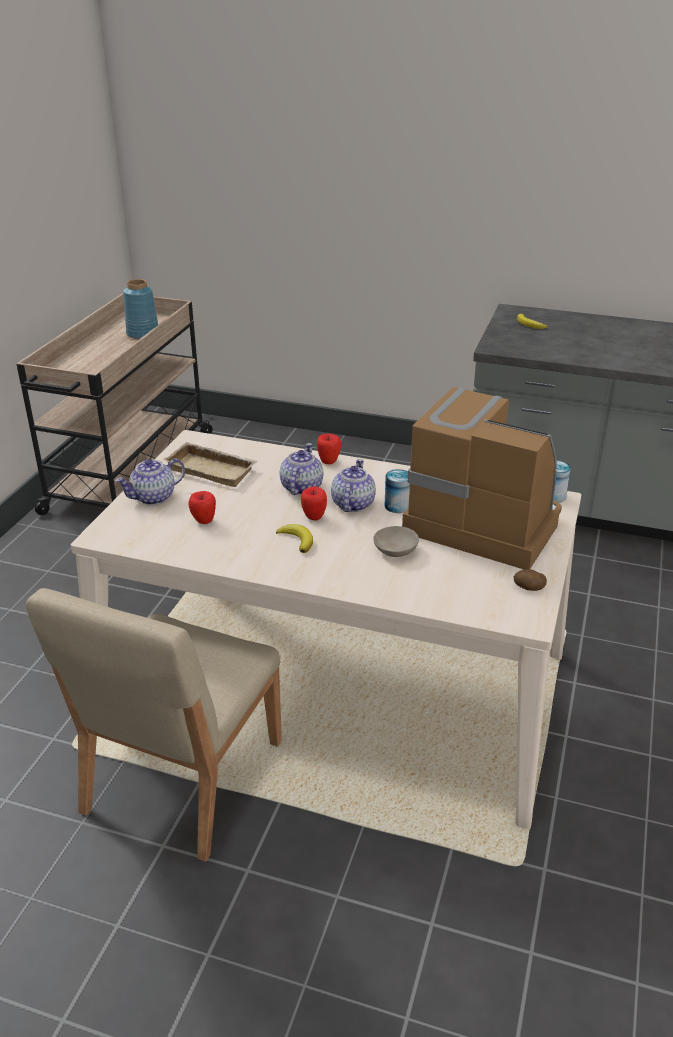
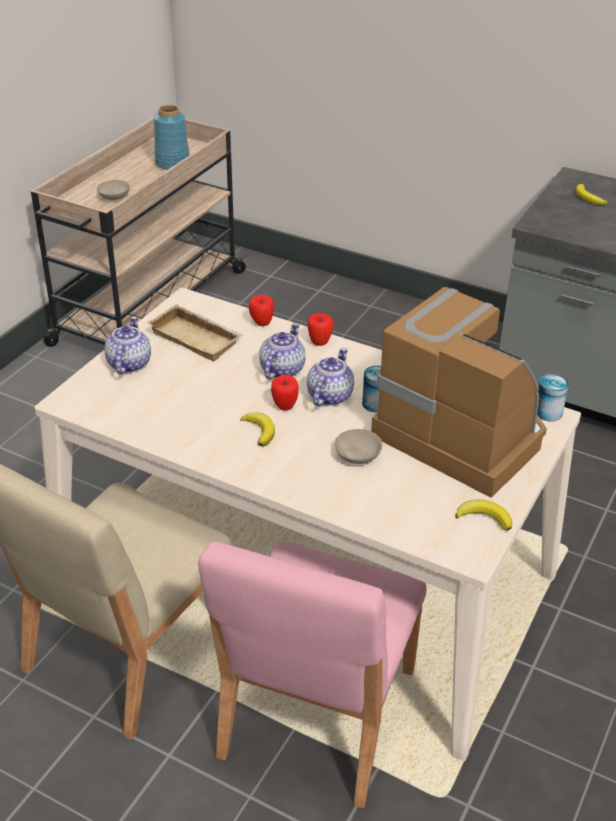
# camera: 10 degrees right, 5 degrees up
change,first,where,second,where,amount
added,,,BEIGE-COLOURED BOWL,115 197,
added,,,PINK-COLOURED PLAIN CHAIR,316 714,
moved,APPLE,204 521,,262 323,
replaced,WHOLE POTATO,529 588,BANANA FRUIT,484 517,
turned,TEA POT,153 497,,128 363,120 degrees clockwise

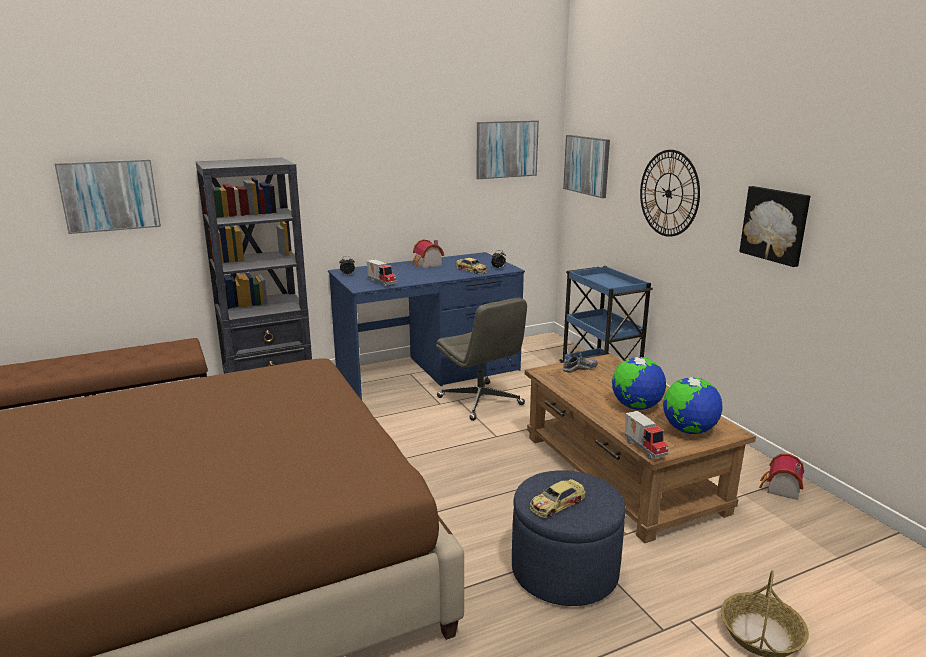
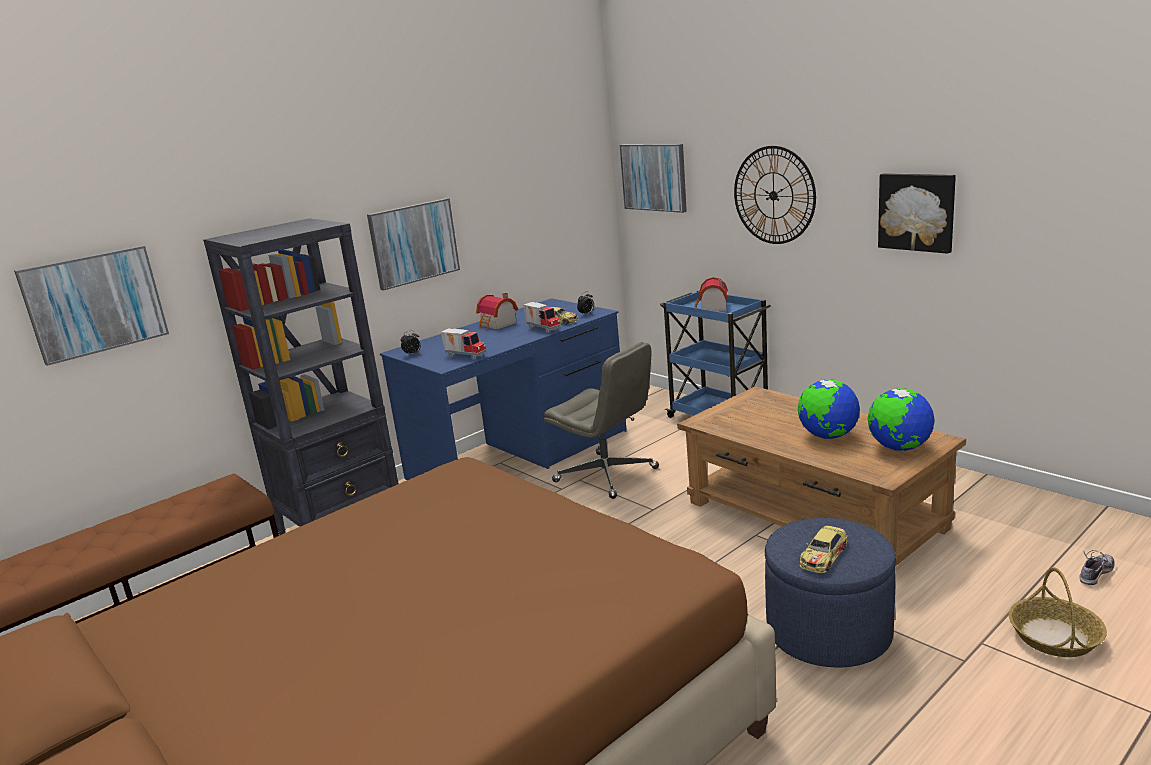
# camera: 15 degrees left, 0 degrees up
change,first,where,second,where,amount
moved,PICTURE,506 149,,413 243,
moved,SHOE,579 369,,1095 573,
moved,MODEL TRUCK,645 448,,544 328,
moved,MODEL HOUSE,780 489,,711 308,

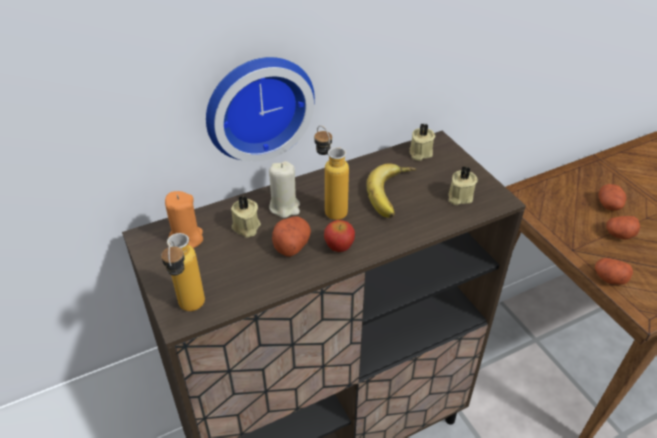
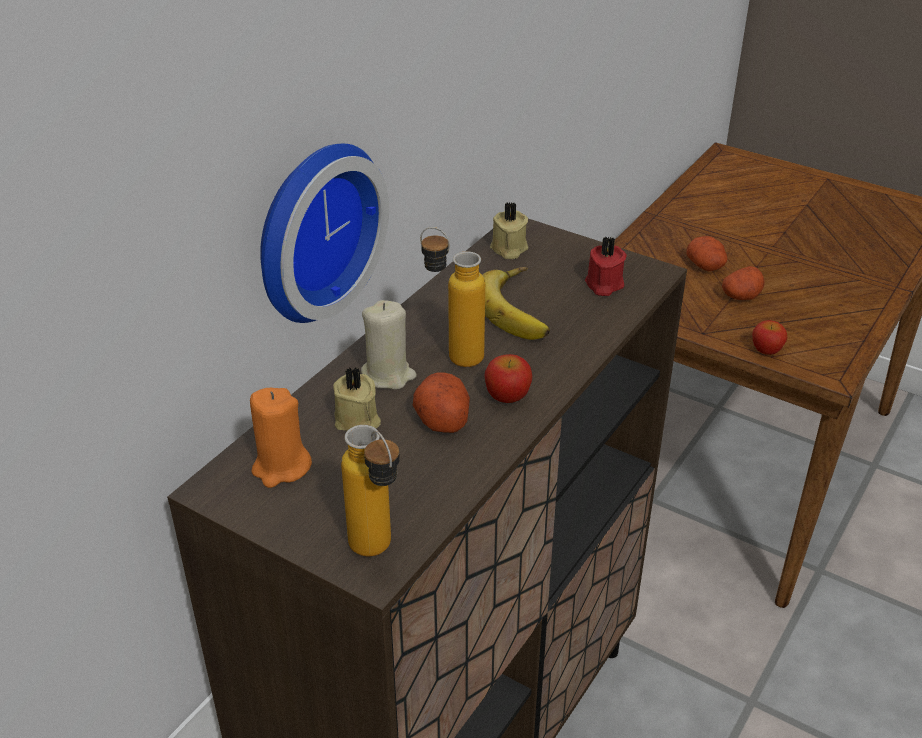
# camera: 30 degrees left, 5 degrees down
change,first,where,second,where,amount
replaced,WHOLE POTATO,609 278,APPLE,766 350,
recoloured,BEIGE-COLOURED CANDLE,459 197,RED CANDLE,603 285,

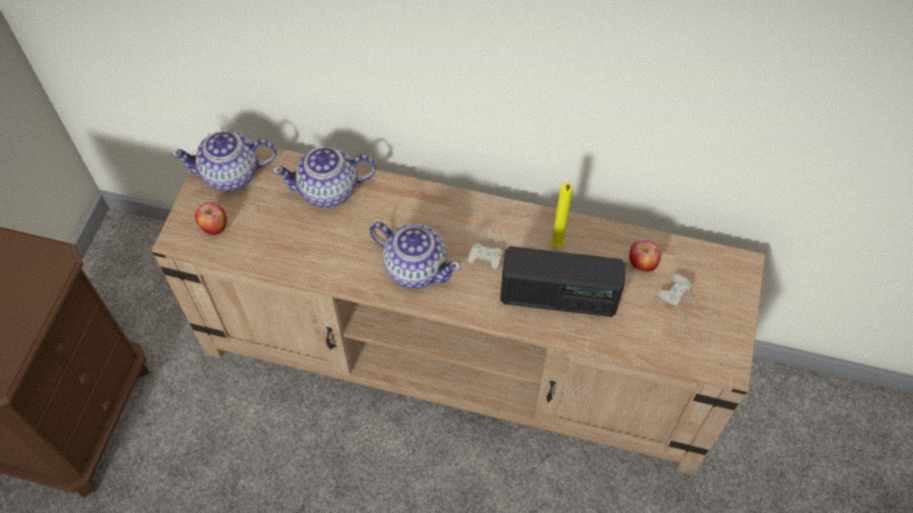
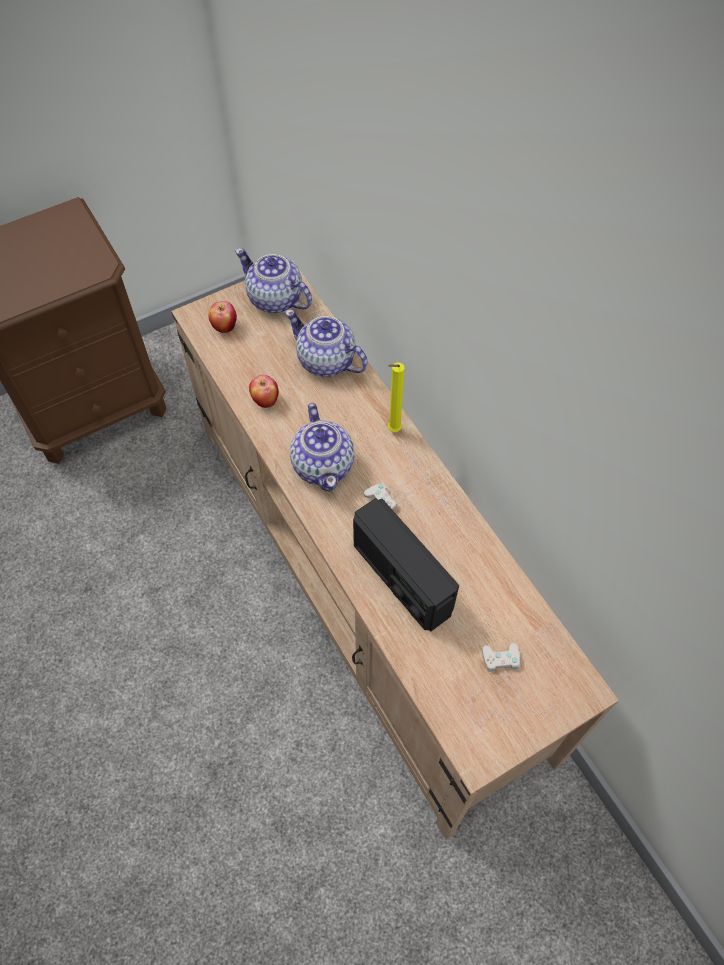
# camera: 45 degrees right, 0 degrees up
change,first,where,second,where,amount
moved,YELLOW-COLOURED CANDLE,556 247,,392 430,
moved,APPLE,641 265,,265 401,

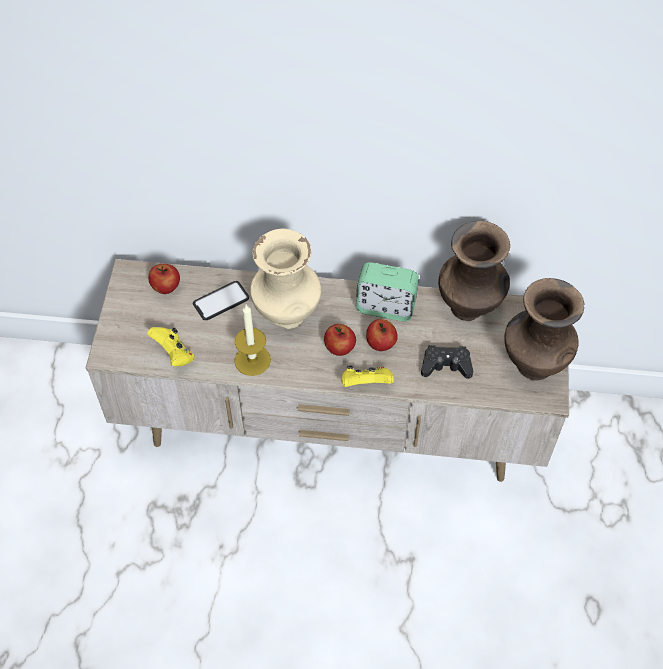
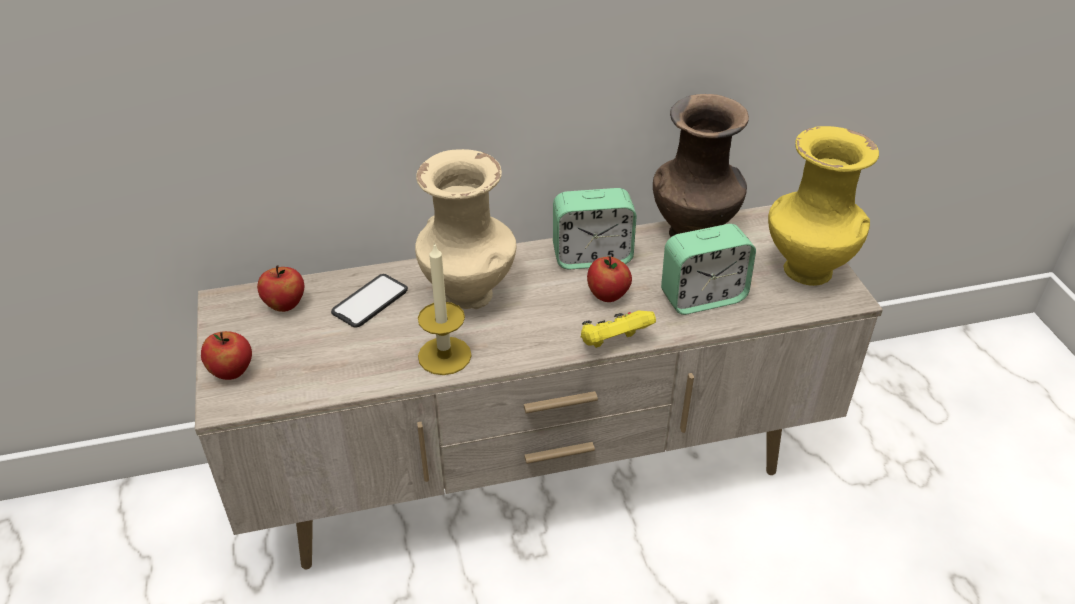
# camera: 20 degrees left, 15 degrees down
change,first,where,second,where,amount
removed,YELLOW-COLOURED GAMEPAD,174 354,,,
moved,APPLE,340 348,,232 371,
replaced,BLACKISH GAMEPAD,446 365,BEDSIDE CLOCK,703 297,
recoloured,BROWNISH VASE,532 364,YELLOW-COLOURED VASE,805 270,

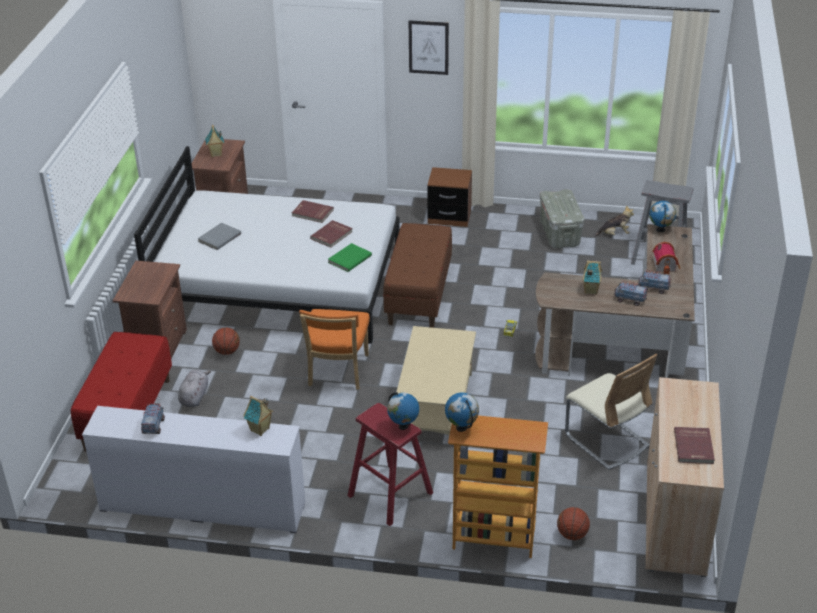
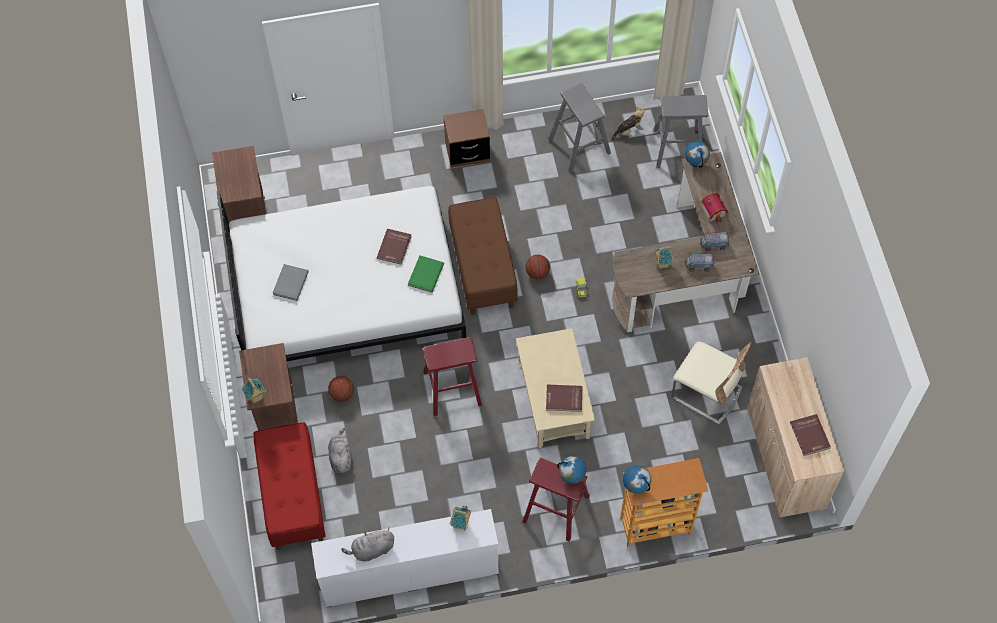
# camera: 20 degrees left, 25 degrees up
change,first,where,second,where,amount
removed,PICTURE,428 47,,,
moved,MODEL HOUSE,216 154,,256 397,
moved,RED BOUND BOOK,312 213,,564 399,
moved,BALL FOR BASKETBALL,572 534,,537 273,
replaced,MODEL TRUCK,153 426,GREY SOFT TOY,371 550,
replaced,ORANGEY PLAIN CHAIR,337 373,RED SITTING STOOL,452 388,
replaced,GREY STORAGE CONTAINER,560 234,GREY SITTING STOOL,579 146,

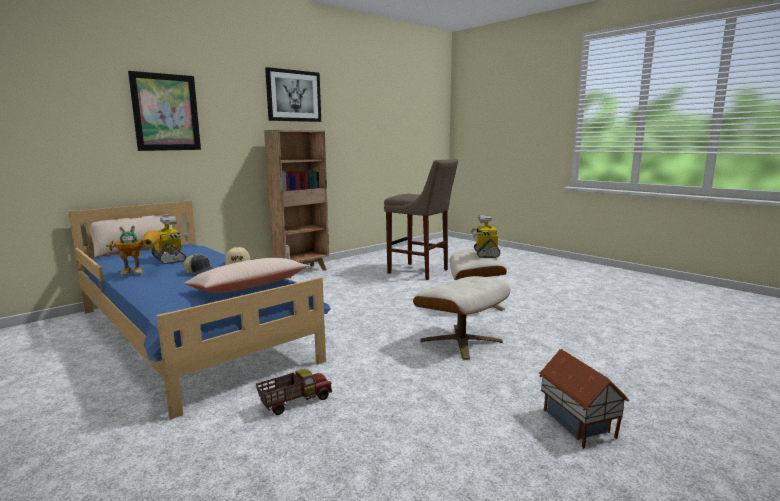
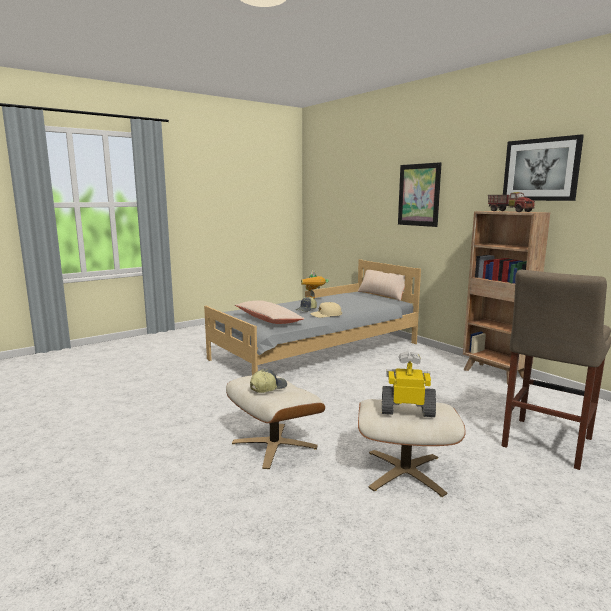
# camera: 95 degrees right, 0 degrees up
change,first,where,second,where,amount
removed,ROBOT FIGURE,170 259,,,
removed,MODEL HOUSE,576 424,,,
added,,,BASEBALL CAP,268 387,
moved,MODEL TRUCK,295 402,,509 211,
recoloured,BLUISH SLEEPING BED,192 334,GREY SLEEPING BED,316 351,

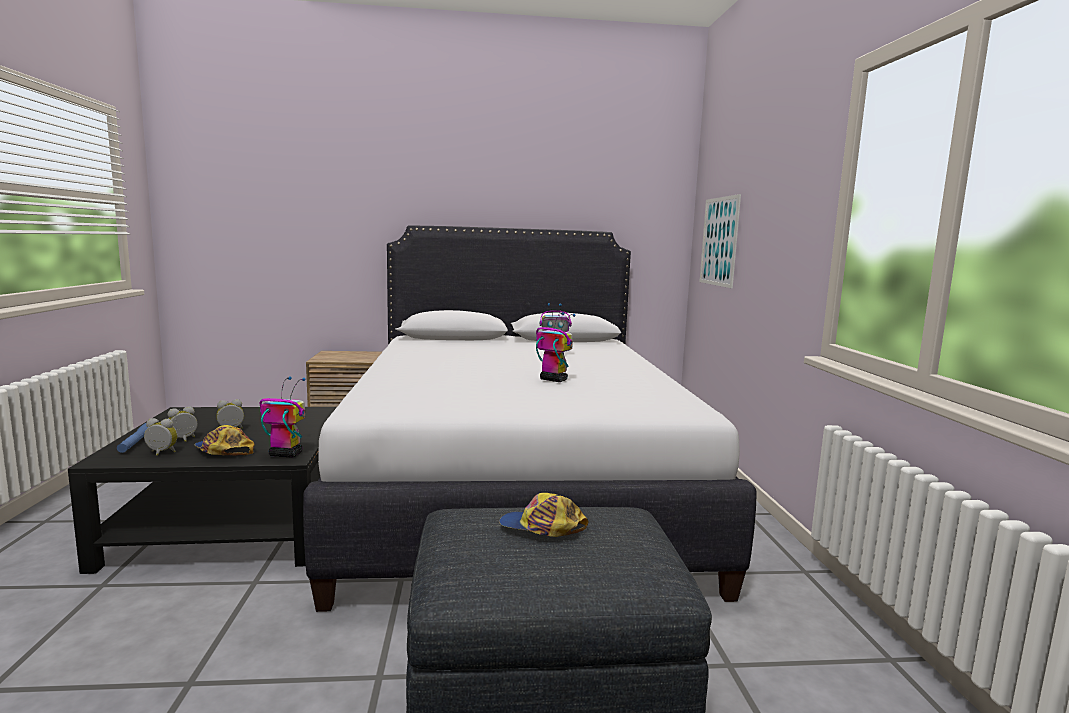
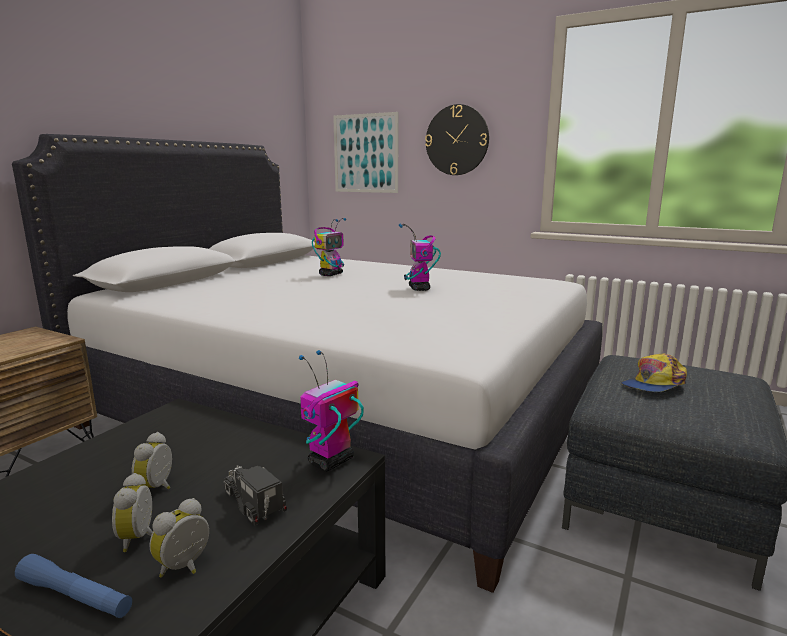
# camera: 55 degrees left, 5 degrees up
change,first,where,second,where,amount
added,,,WALL CLOCK,457 140,
replaced,BASEBALL CAP,224 451,MODEL TRUCK,255 505,
turned,ROBOT FIGURE,553 380,,419 288,75 degrees counterclockwise

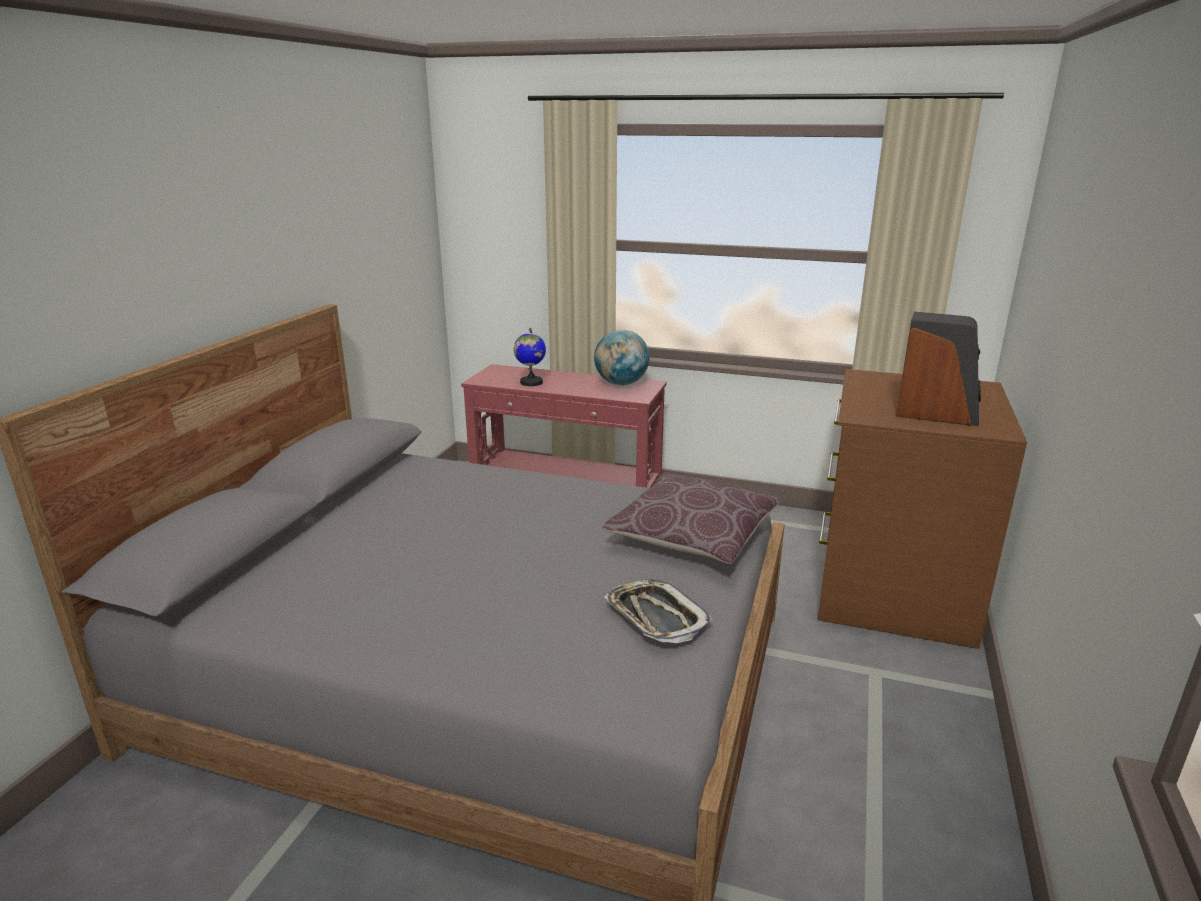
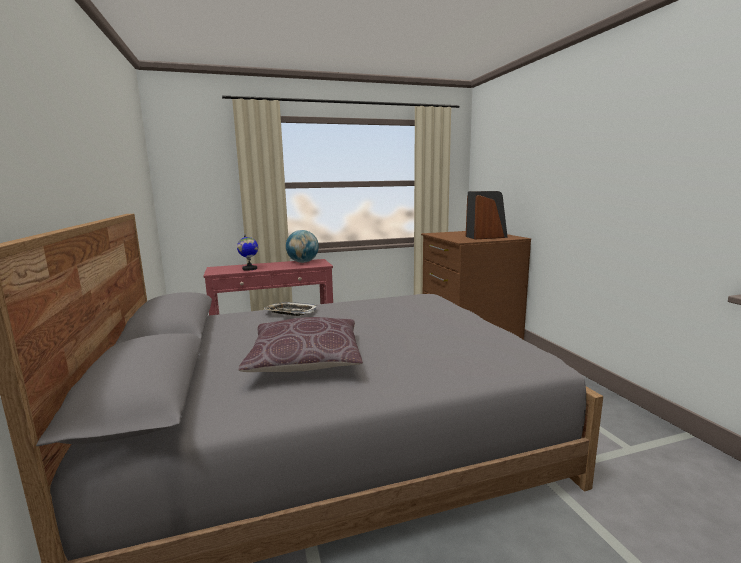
# camera: 35 degrees left, 10 degrees down
change,first,where,second,where,amount
moved,BROWNISH THROW PILLOW,693 536,,305 361,
moved,CARRYING TRAY,656 617,,291 312,

